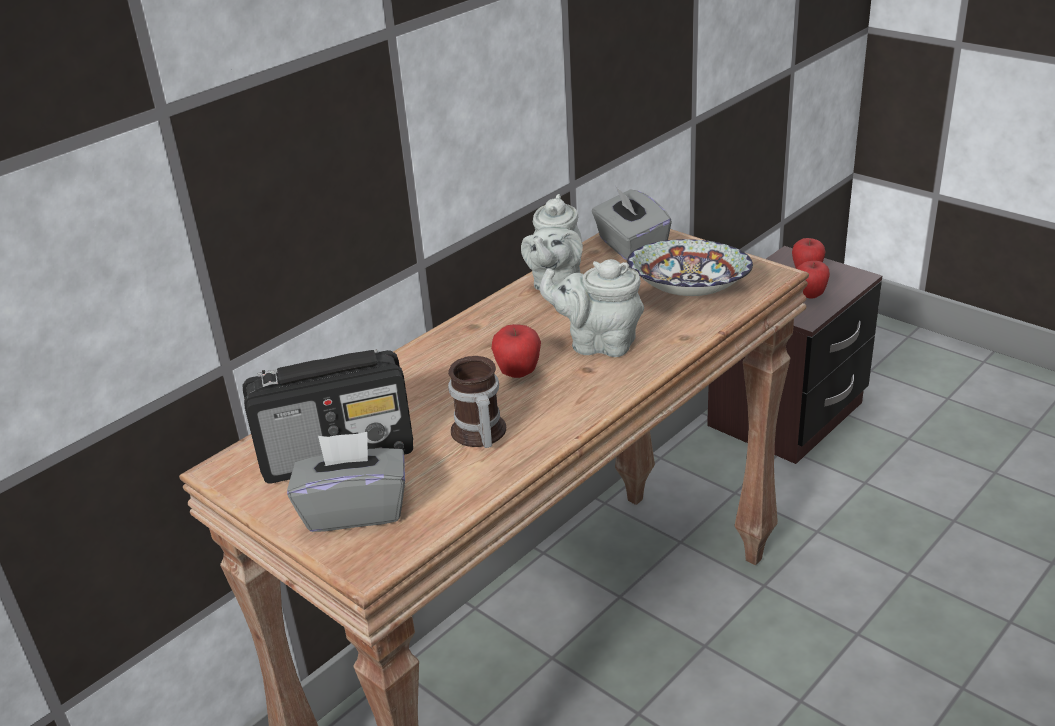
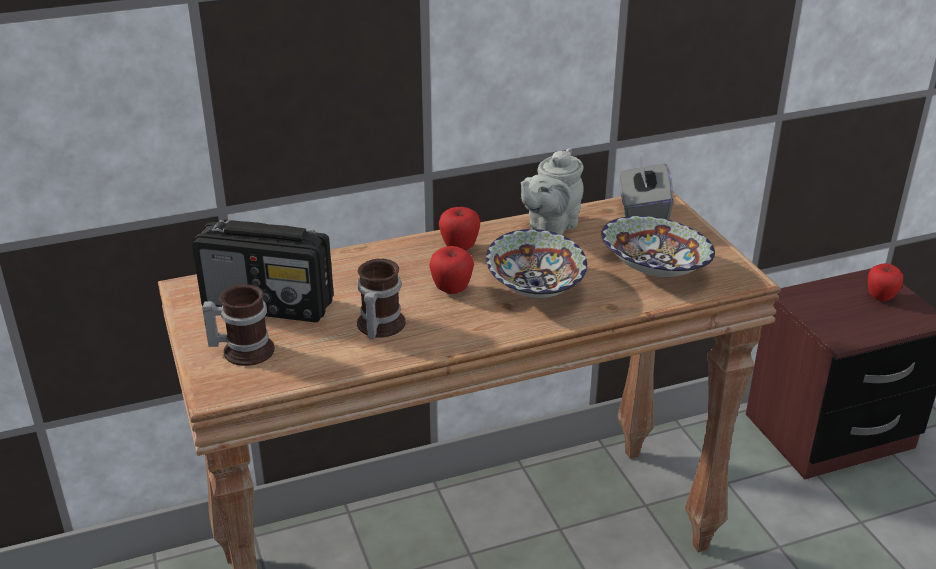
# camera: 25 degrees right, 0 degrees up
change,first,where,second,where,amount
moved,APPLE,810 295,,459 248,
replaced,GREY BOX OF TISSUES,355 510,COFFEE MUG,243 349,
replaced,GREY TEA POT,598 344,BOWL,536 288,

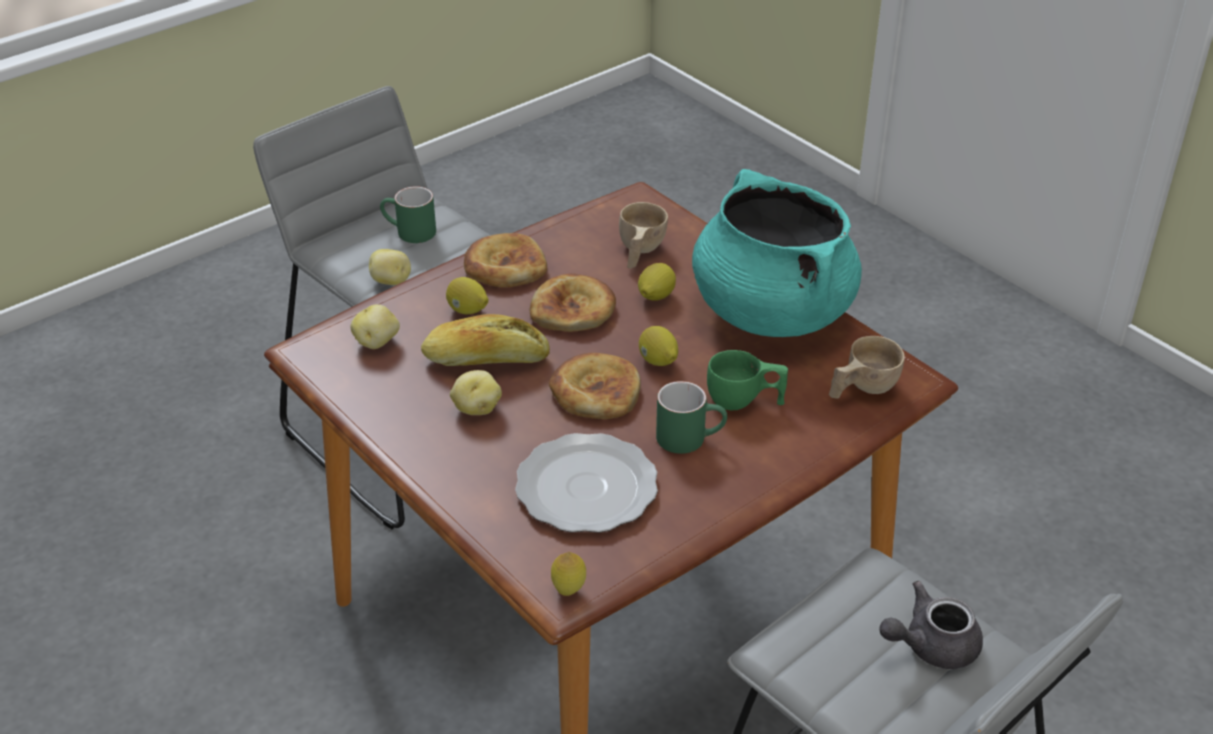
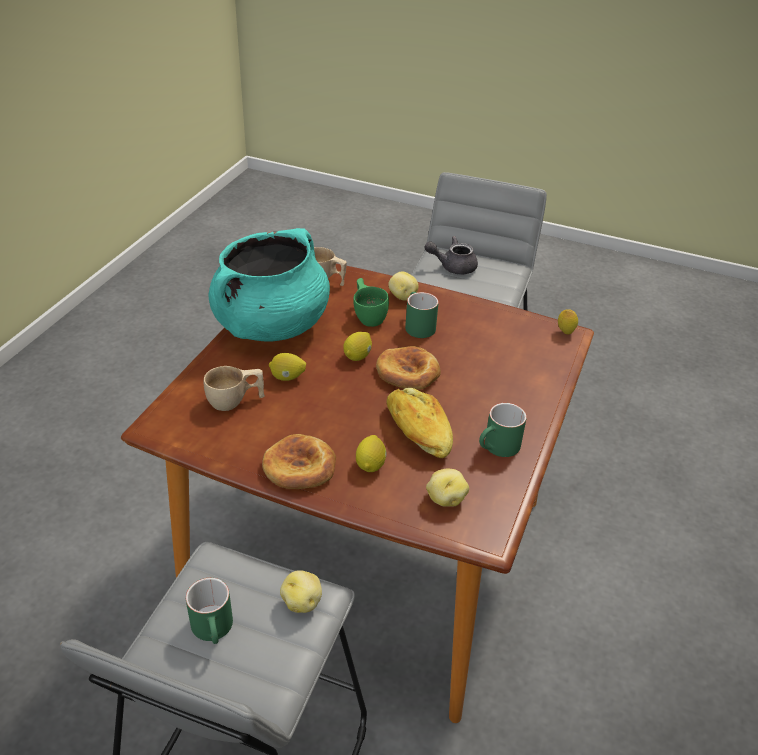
# camera: 120 degrees left, 0 degrees up
change,first,where,second,where,amount
removed,DINNER PLATE,585 486,,,
removed,BAKERY BREAD,573 309,,,
added,,,GREENISH COFFEE MUG,497 448,
moved,WHOLE POTATO,476 408,,402 297,
turned,GREY TEA POT,930 646,,452 266,135 degrees clockwise

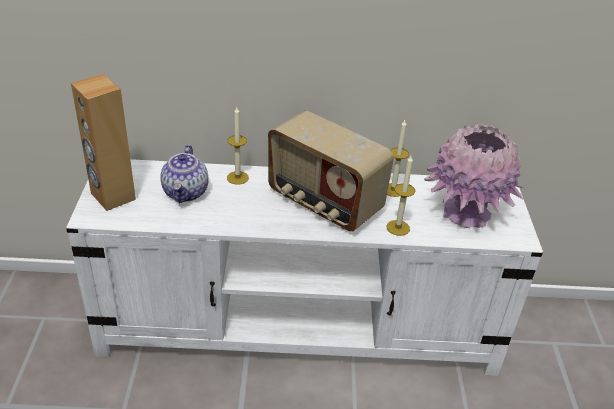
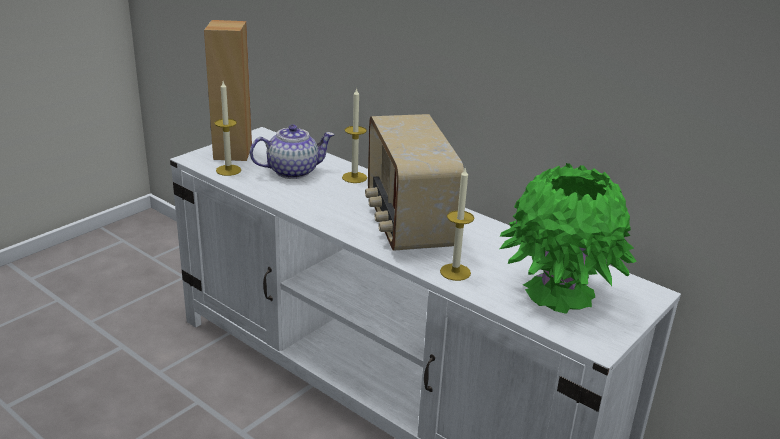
# camera: 40 degrees right, 10 degrees down
change,first,where,second,where,amount
moved,CANDLE,393 190,,228 170,
recoloured,PINK-COLOURED VASE,465 213,GREENISH VASE,558 293,
turned,TEA POT,186 192,,293 171,150 degrees counterclockwise

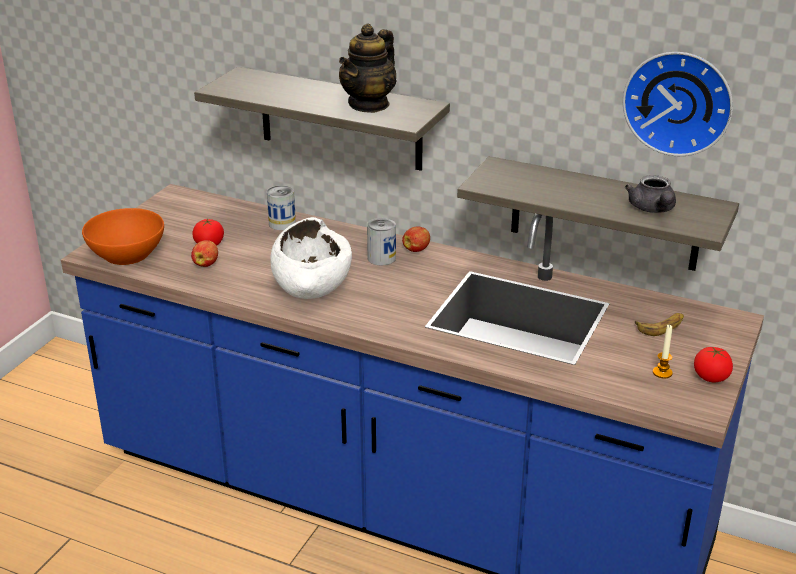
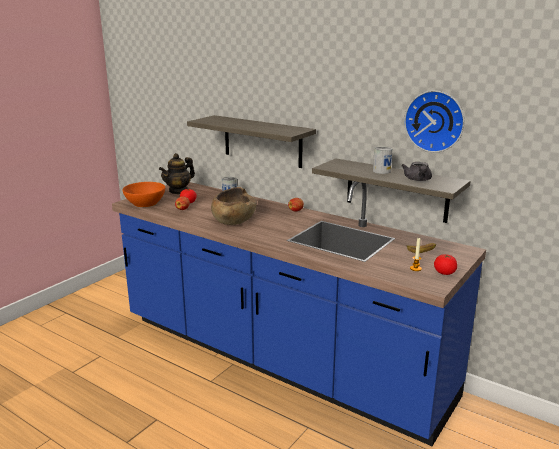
# camera: 10 degrees right, 10 degrees down
change,first,where,second,where,amount
moved,TEA POT,369 104,,178 191,
moved,SEALED CAN,381 258,,381 171,
recoloured,WHITE-COLOURED BOWL,311 281,BROWNISH BOWL,234 219,

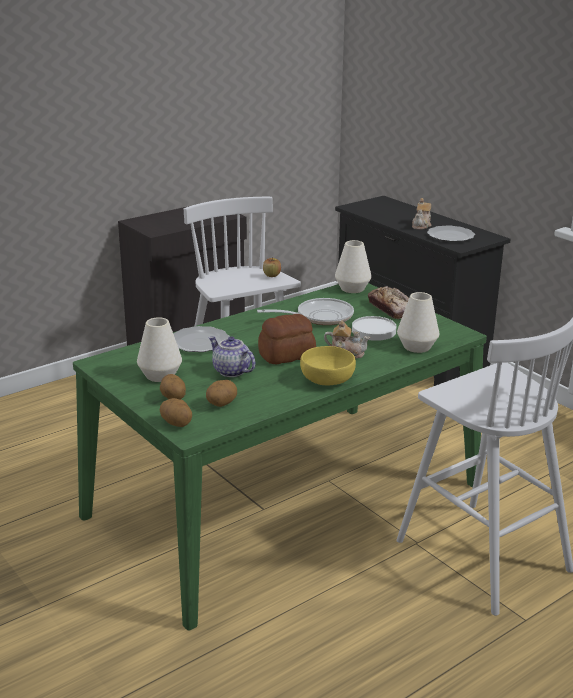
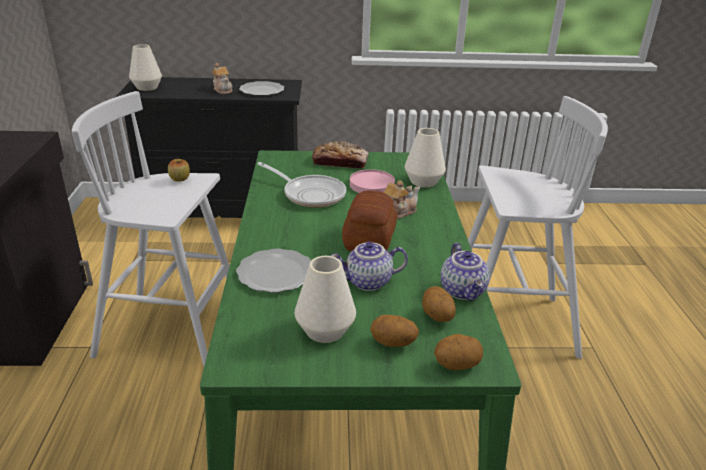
# camera: 55 degrees left, 5 degrees up
change,first,where,second,where,amount
removed,YELLOW-COLOURED BOWL,328 380,,,
added,,,TEA POT,464 291,
moved,WHITE-COLOURED VASE,352 288,,147 87,
recoloured,WHITE-COLOURED DINNER PLATE,374 331,PINK-COLOURED DINNER PLATE,372 185,
turned,PAN,319 317,,310 194,105 degrees clockwise

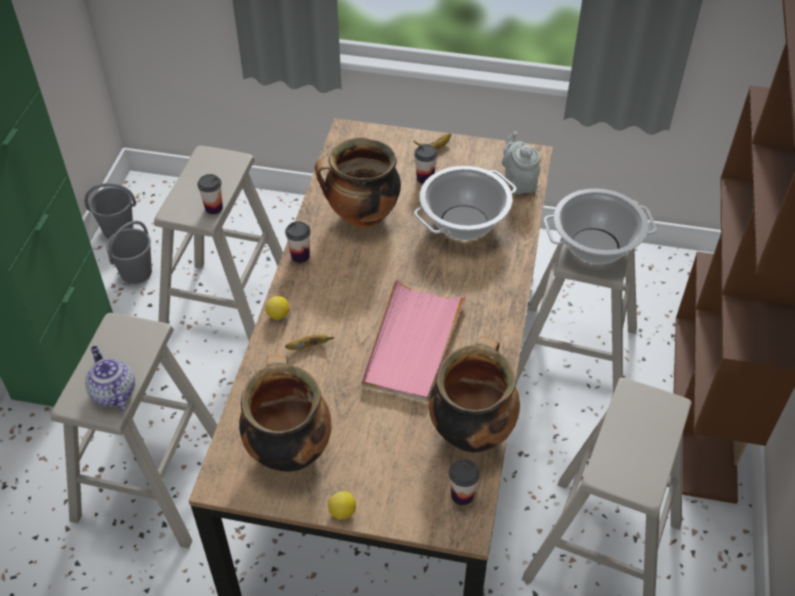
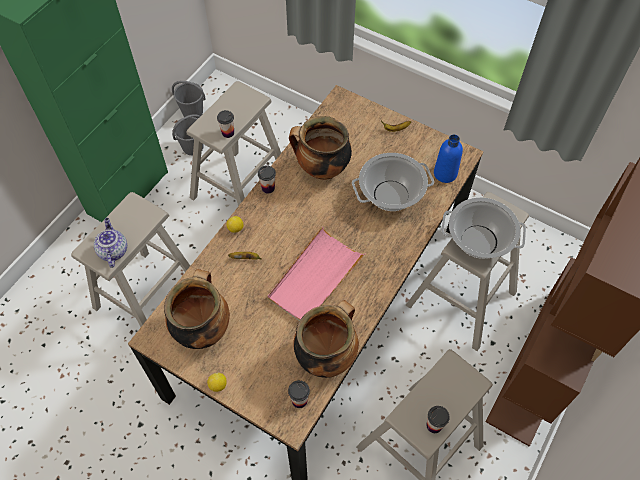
# camera: 20 degrees right, 10 degrees up
change,first,where,second,where,amount
moved,CUP,425 178,,434 425,
replaced,GREY TEA POT,519 182,BLUISH BOTTLE,445 173,

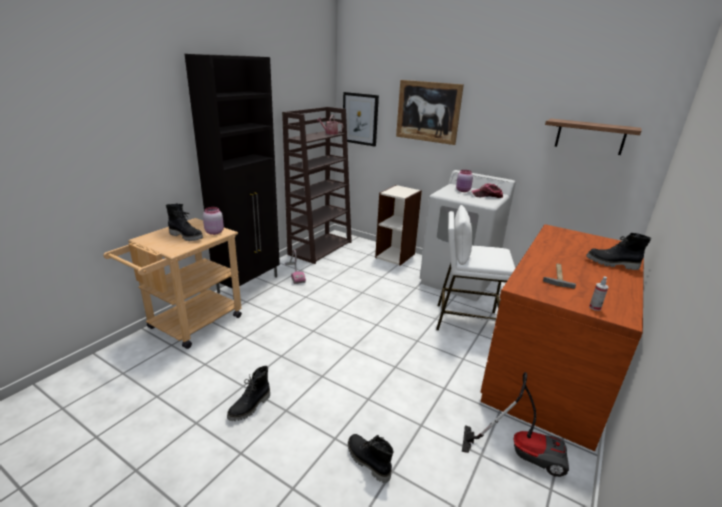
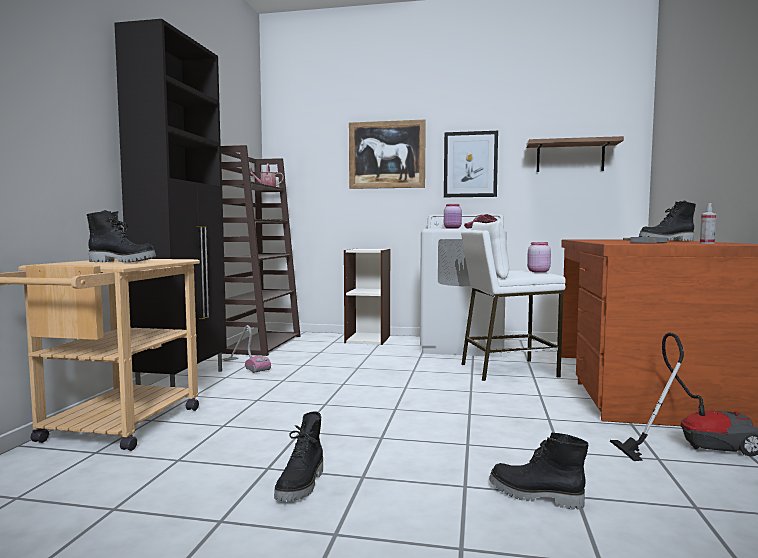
# camera: 20 degrees left, 20 degrees down
change,first,where,second,where,amount
moved,PINK-COLOURED PRESERVE JAR,214 232,,537 272,
moved,PICTURE,360 119,,470 164,

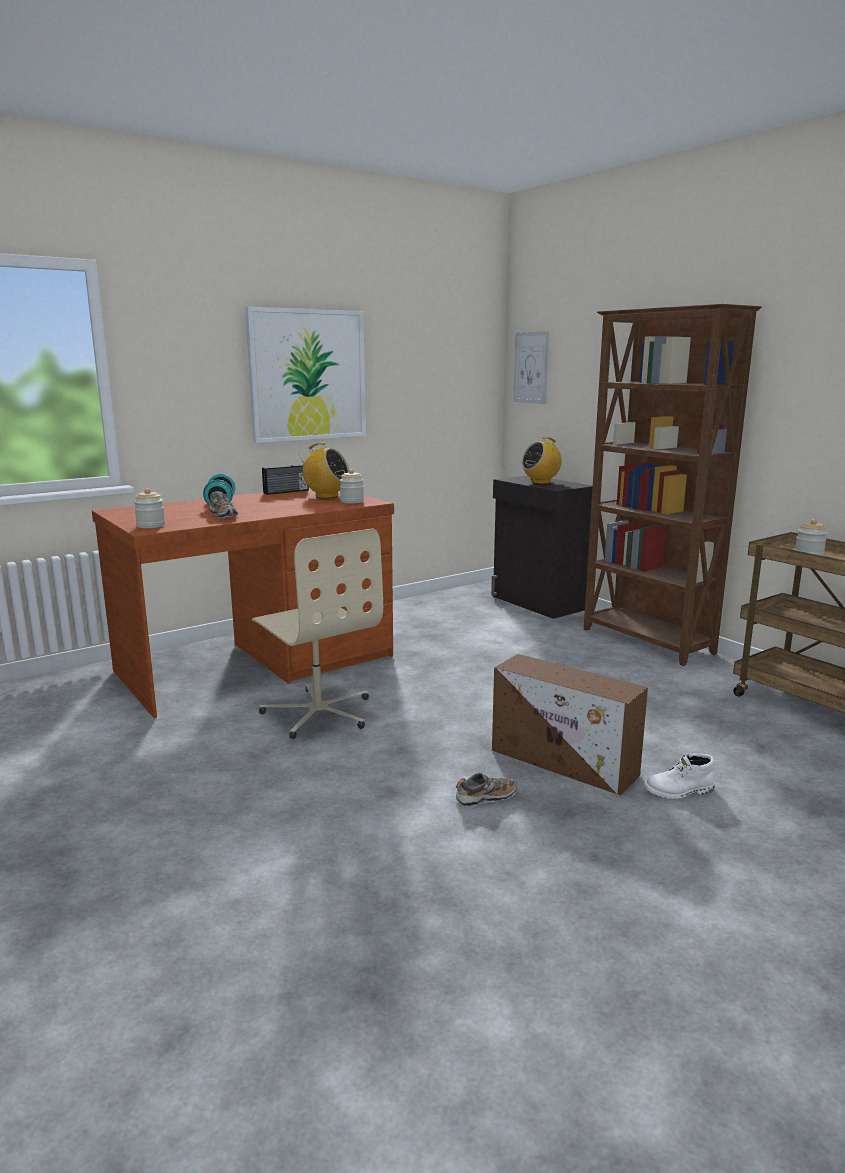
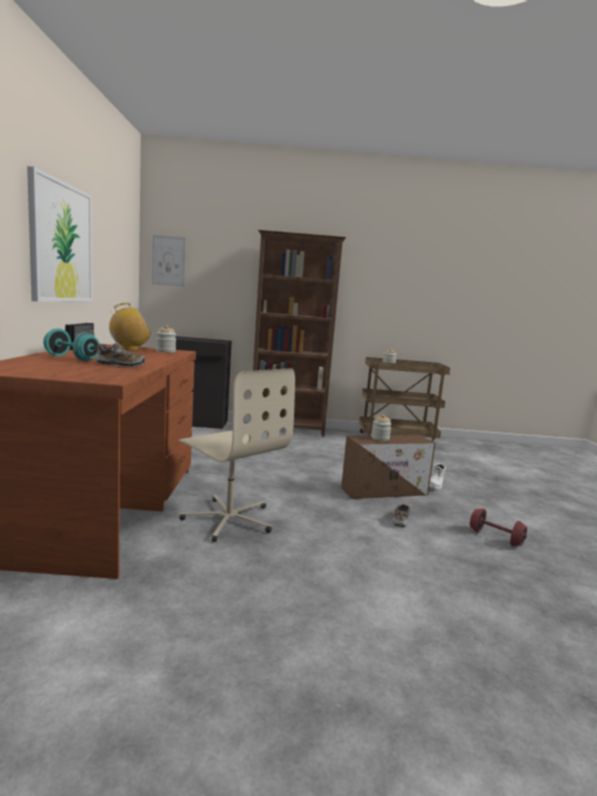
# camera: 55 degrees left, 5 degrees down
change,first,where,second,where,amount
removed,RADIO,541 482,,,
added,,,RED FREE WEIGHT,495 538,
moved,PRESERVE JAR,151 525,,380 438,
turned,BEIGE-COLOURED OFFICE CHAIR,319 713,,229 519,45 degrees clockwise

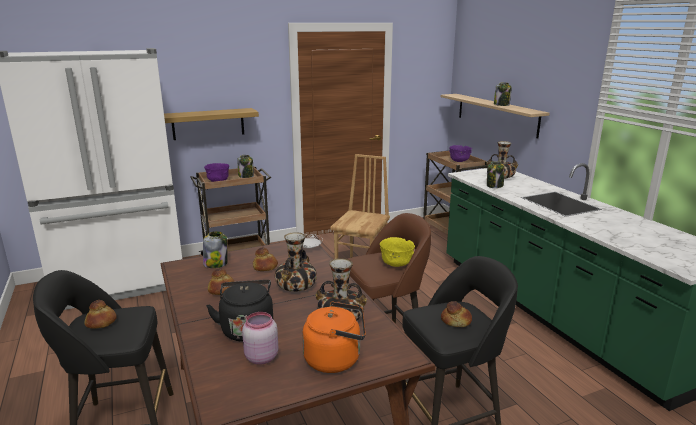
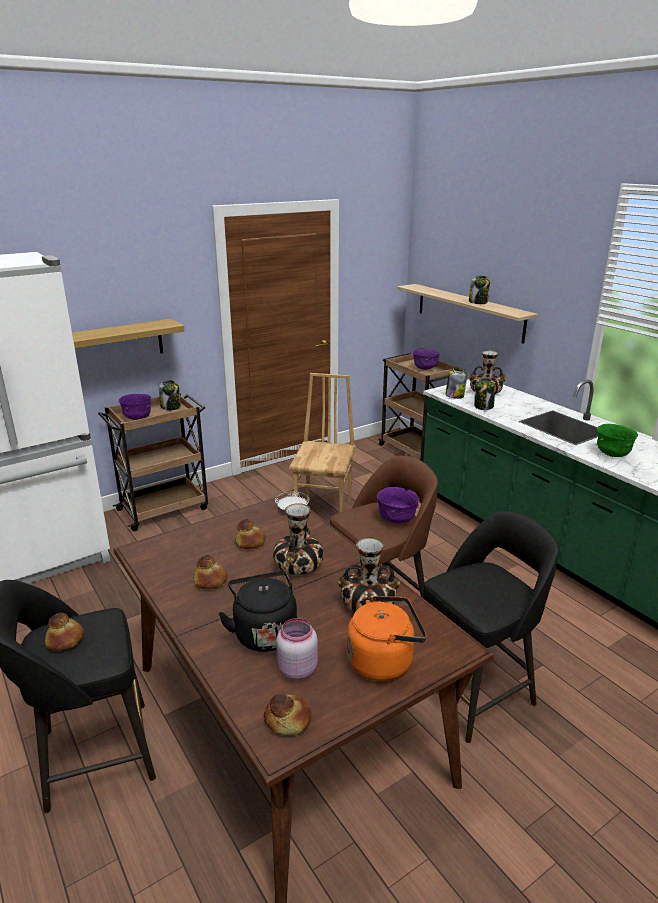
# camera: 10 degrees left, 5 degrees up
change,first,where,second,where,amount
added,,,GREENISH BOWL,612 454,
moved,PRESERVE JAR,216 263,,454 396,
moved,BAKERY BREAD,456 321,,288 721,
recoloured,YELLOW-COLOURED BOWL,396 265,PURPLE BOWL,396 520,

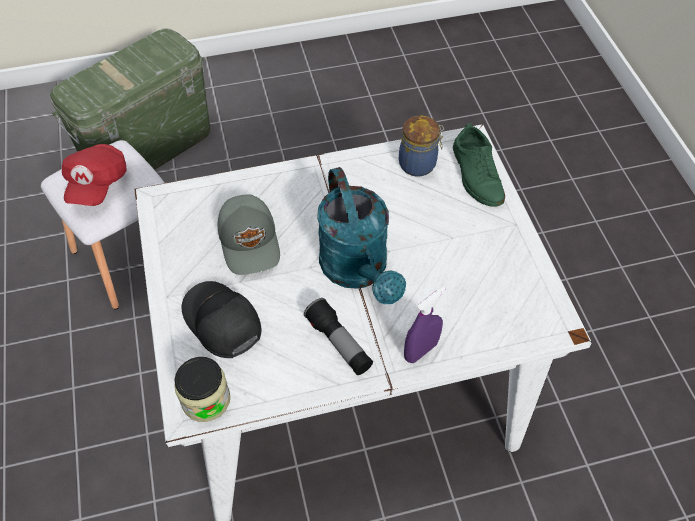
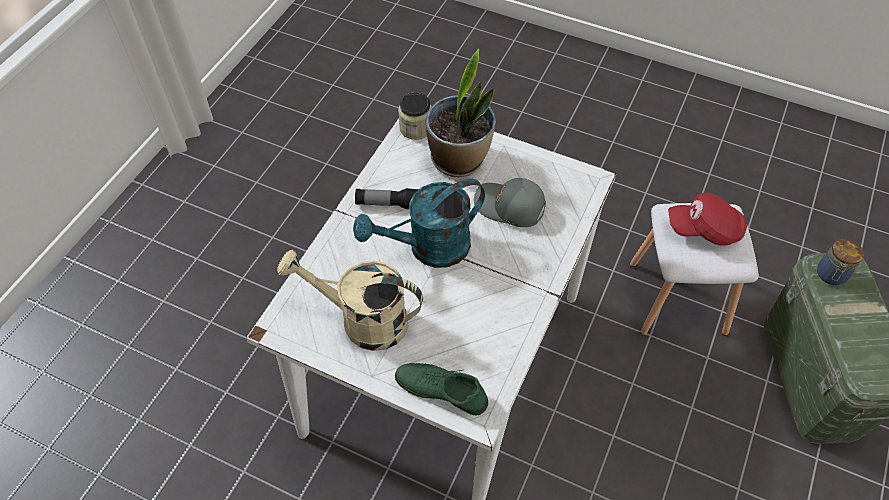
# camera: 130 degrees right, 0 degrees up
change,first,where,second,where,amount
removed,PURPLE SPRAYER,420 351,,,
added,,,BEIGE-COLOURED WATERING POT,362 320,
moved,PRESERVE JAR,419 164,,830 275,
replaced,BLACKISH BASEBALL CAP,221 323,POTTED PLANT,459 159,
turned,RED BASEBALL CAP,97 184,,704 229,45 degrees counterclockwise
turned,TURQUOISE-COLOURED WATERING POT,358 271,,429 248,45 degrees counterclockwise

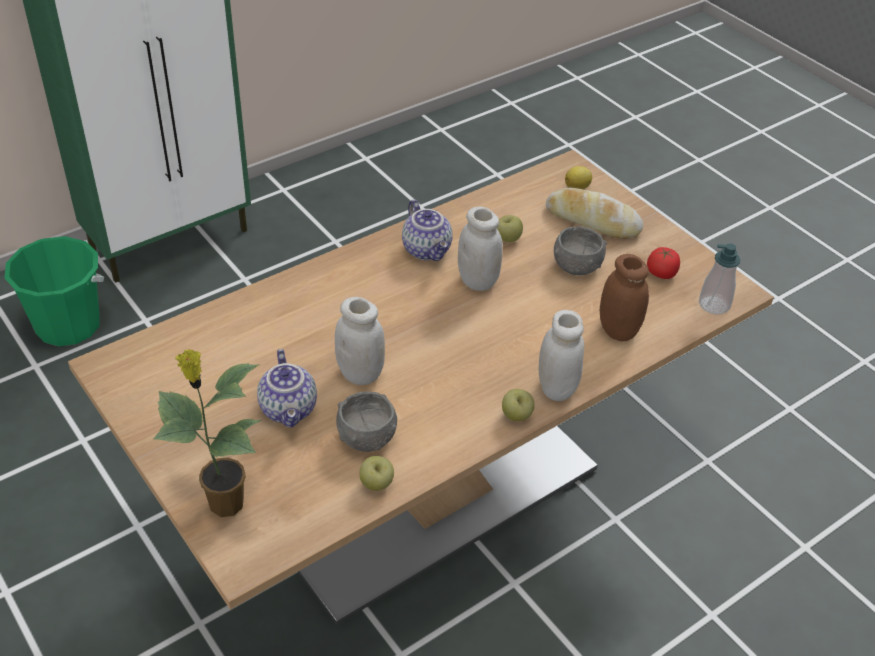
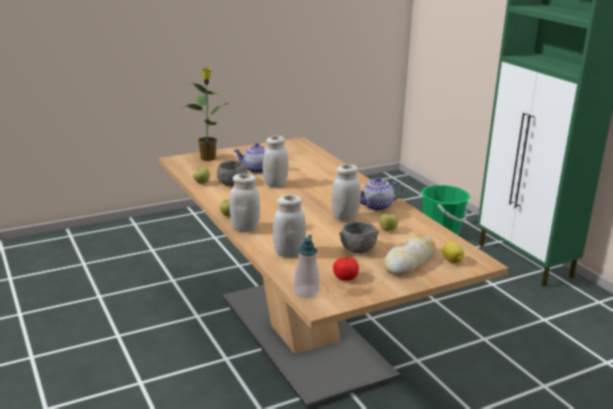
# camera: 100 degrees right, 20 degrees down
change,first,where,second,where,amount
recoloured,BROWNISH PRESERVE JAR,618 330,WHITE-COLOURED PRESERVE JAR,288 252,

